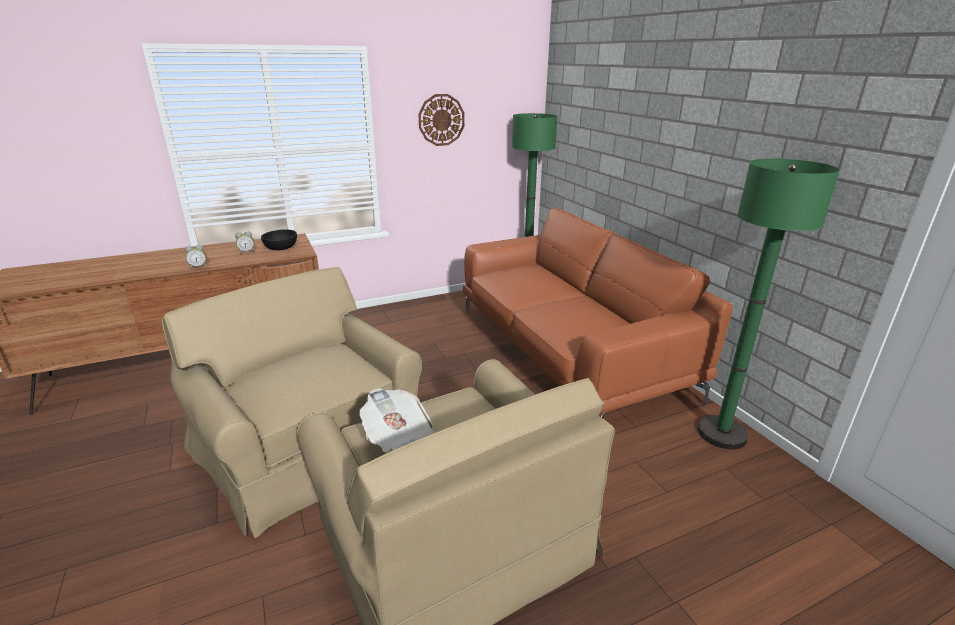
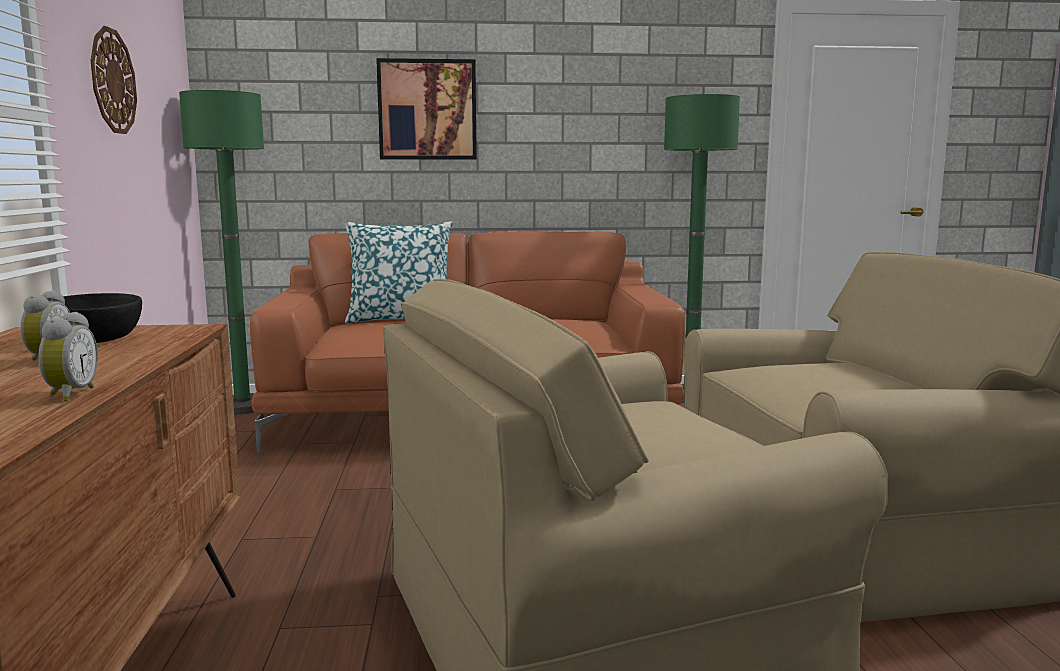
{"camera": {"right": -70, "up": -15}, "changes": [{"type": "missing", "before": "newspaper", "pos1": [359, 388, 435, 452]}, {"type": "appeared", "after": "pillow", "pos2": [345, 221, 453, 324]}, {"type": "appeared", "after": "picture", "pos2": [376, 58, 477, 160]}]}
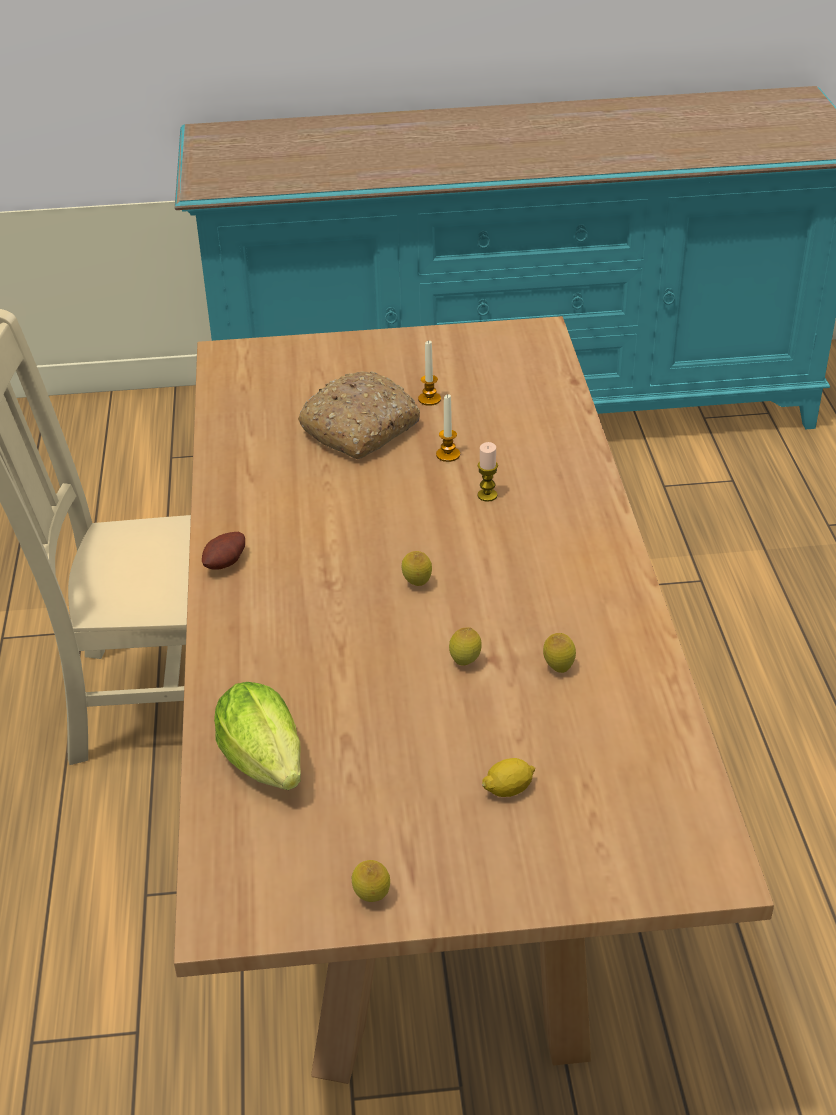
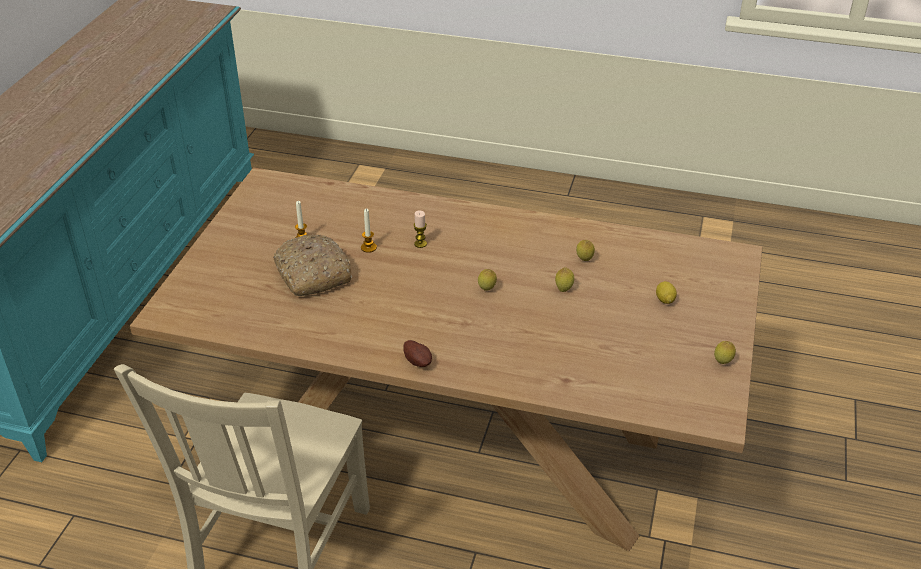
{"camera": {"right": -70, "up": 0}, "changes": [{"type": "missing", "before": "lettuce", "pos1": [214, 682, 301, 790]}]}
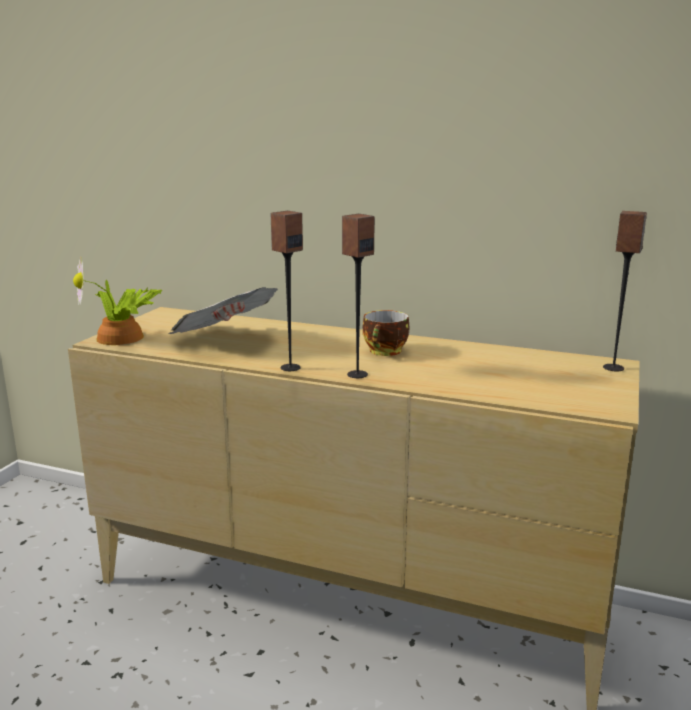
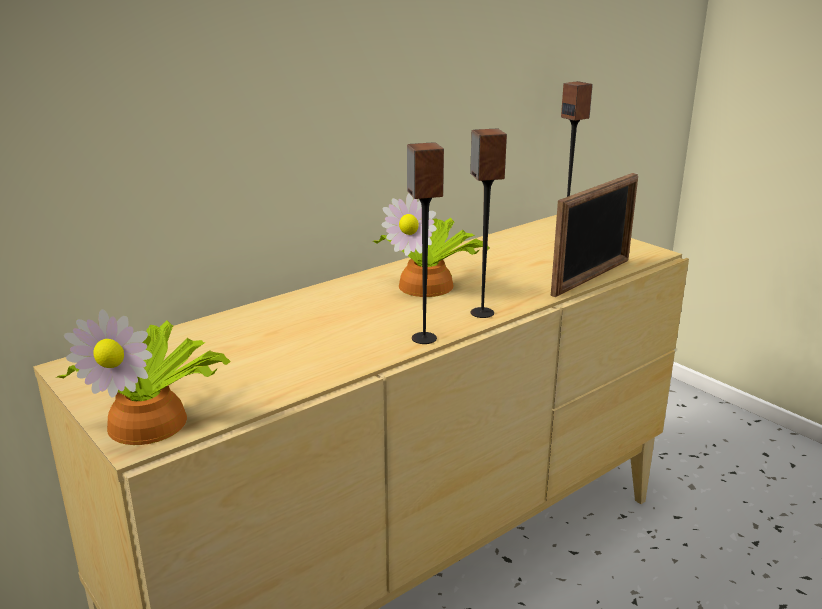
{"camera": {"right": -60, "up": 5}, "changes": [{"type": "missing", "before": "newspaper", "pos1": [169, 287, 278, 334]}, {"type": "appeared", "after": "picture frame", "pos2": [551, 173, 638, 297]}, {"type": "exchanged", "before": "cup", "after": "potted plant", "pos1": [363, 310, 410, 356], "pos2": [373, 193, 490, 297]}]}
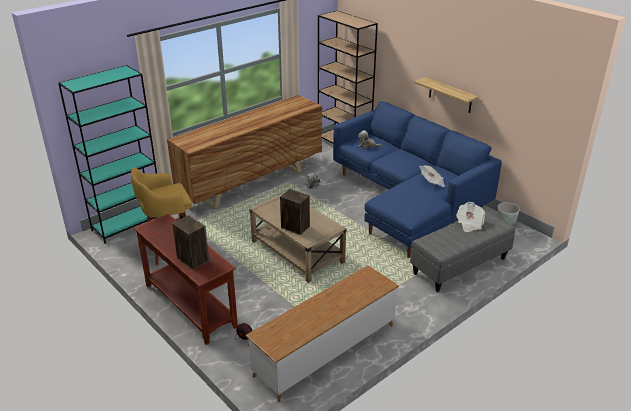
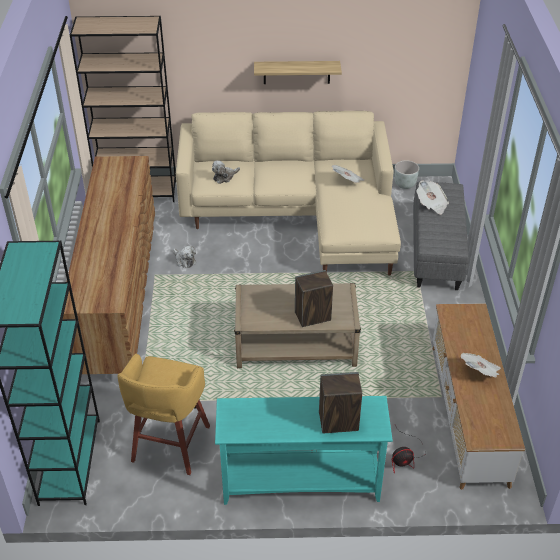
{"camera": {"right": -50, "up": 10}, "changes": [{"type": "appeared", "after": "newspaper", "pos2": [461, 353, 501, 378]}, {"type": "colour", "before": "brown console table", "after": "turquoise console table", "pos1": [134, 214, 238, 345], "pos2": [215, 396, 393, 505]}, {"type": "colour", "before": "blue sofa", "after": "beige sofa", "pos1": [333, 101, 502, 258], "pos2": [176, 111, 401, 276]}]}
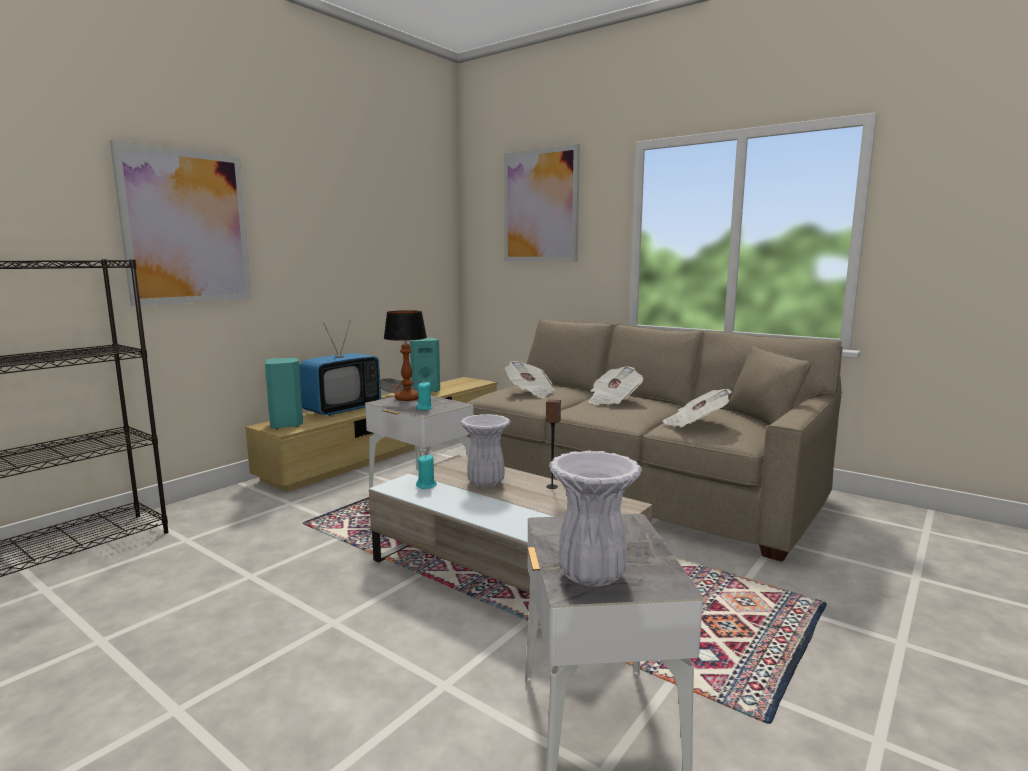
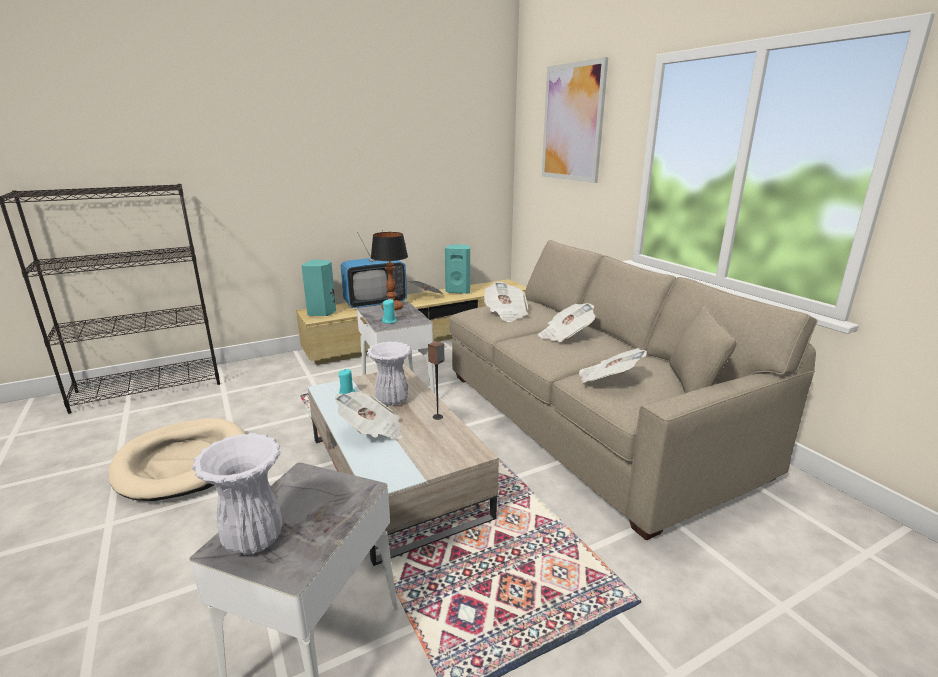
{"camera": {"right": 25, "up": 10}, "changes": [{"type": "missing", "before": "picture", "pos1": [110, 140, 252, 306]}, {"type": "appeared", "after": "beige dog bed", "pos2": [109, 418, 245, 501]}, {"type": "appeared", "after": "newspaper", "pos2": [335, 392, 402, 440]}]}
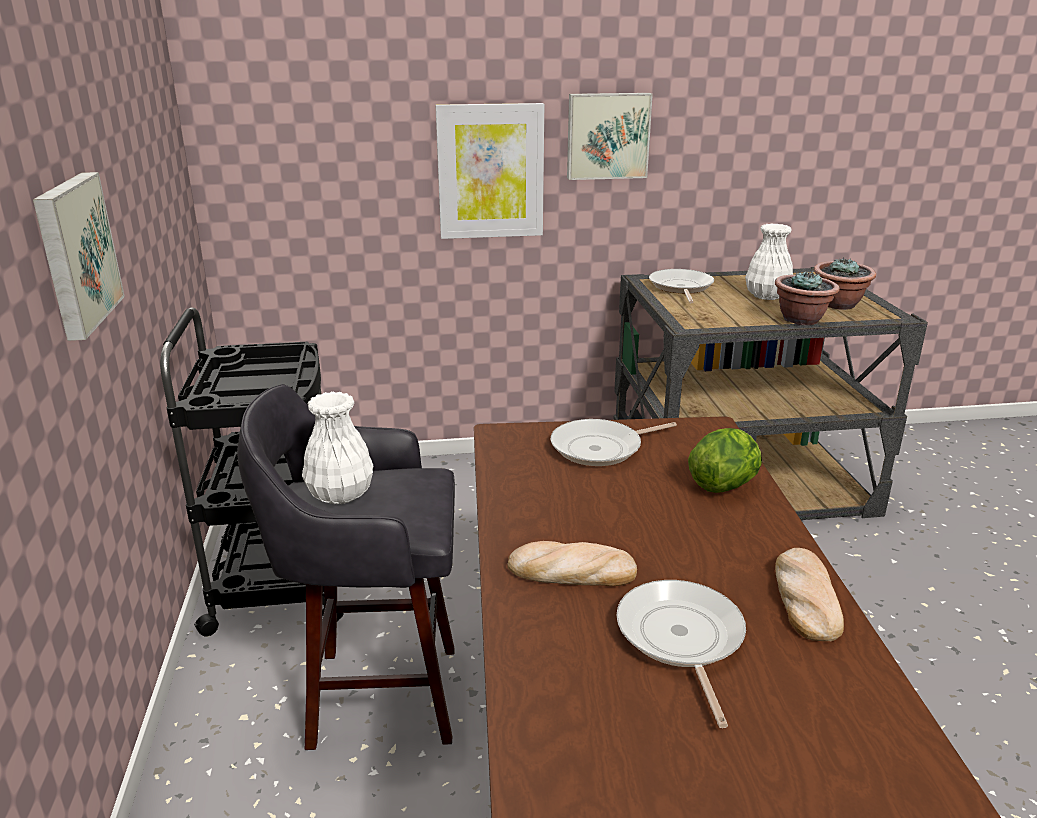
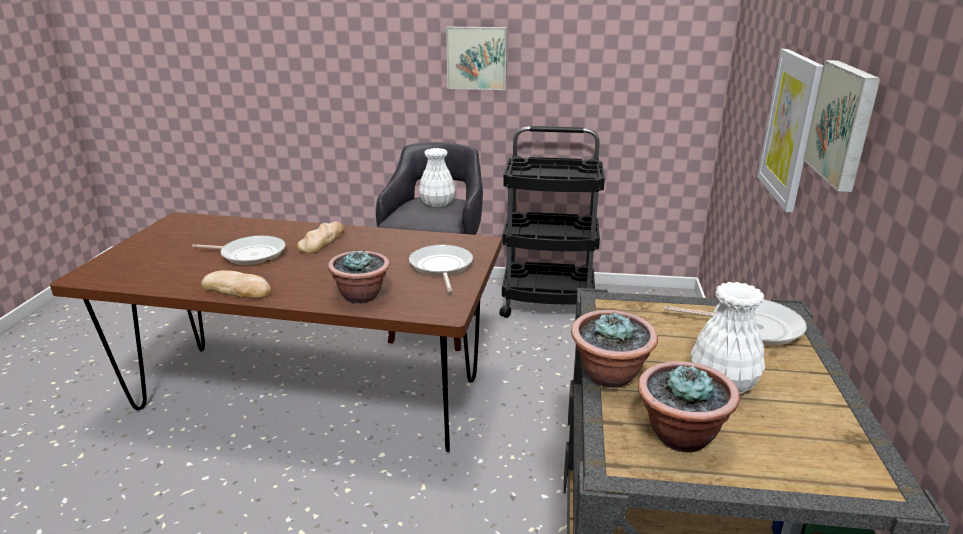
{"camera": {"right": 105, "up": 0}, "changes": [{"type": "exchanged", "before": "lettuce", "after": "potted plant", "pos1": [688, 428, 762, 493], "pos2": [328, 250, 390, 304]}]}
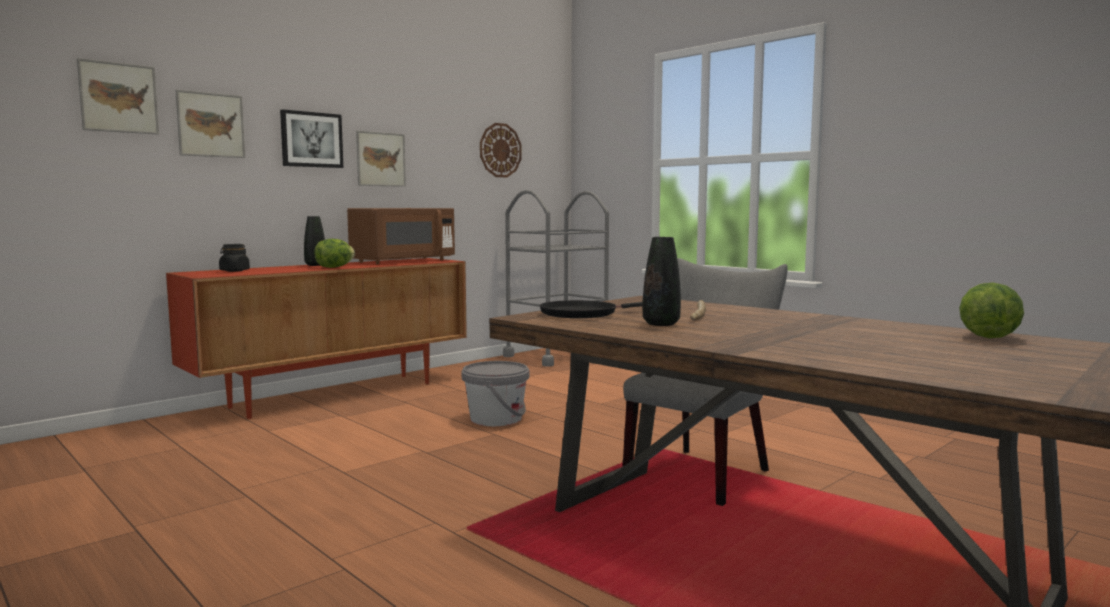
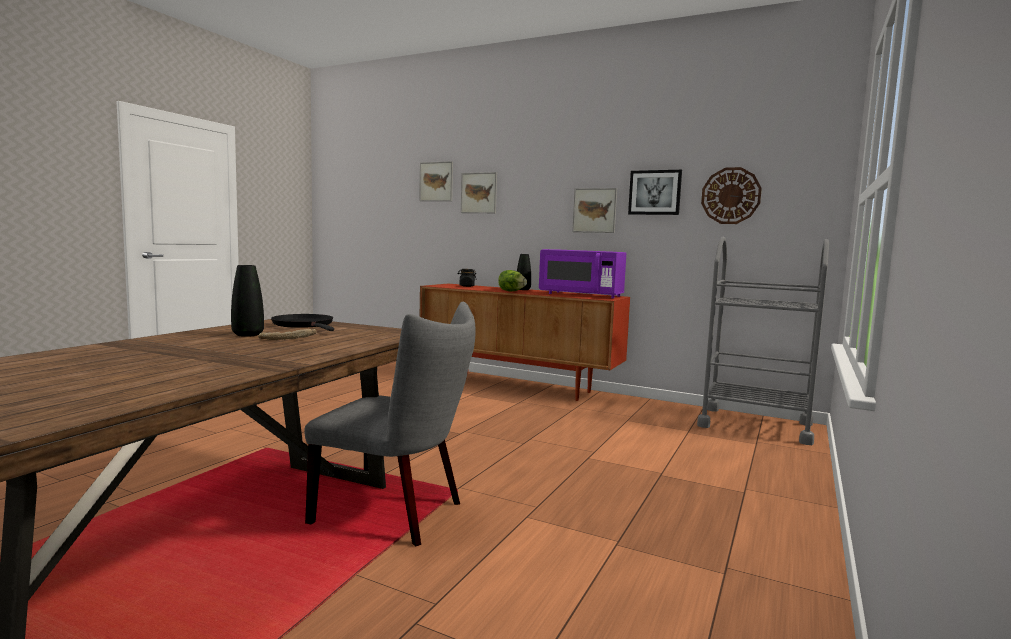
{"camera": {"right": 70, "up": 0}, "changes": [{"type": "missing", "before": "grey bucket", "pos1": [462, 361, 529, 426]}, {"type": "missing", "before": "lettuce", "pos1": [959, 282, 1024, 338]}, {"type": "relocated", "before": "picture", "pos1": [280, 109, 343, 168], "pos2": [628, 170, 682, 215]}, {"type": "colour", "before": "brown microwave", "after": "purple microwave", "pos1": [347, 208, 455, 264], "pos2": [539, 249, 626, 298]}]}
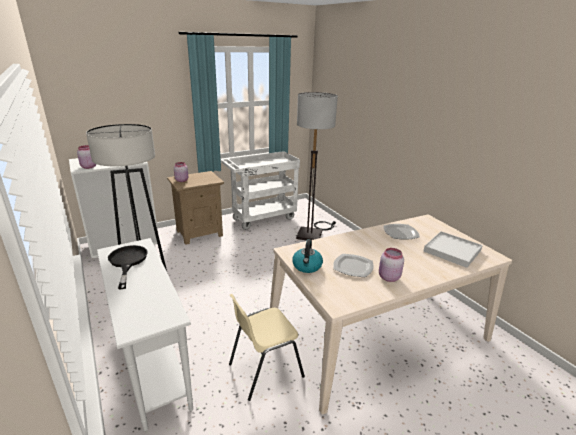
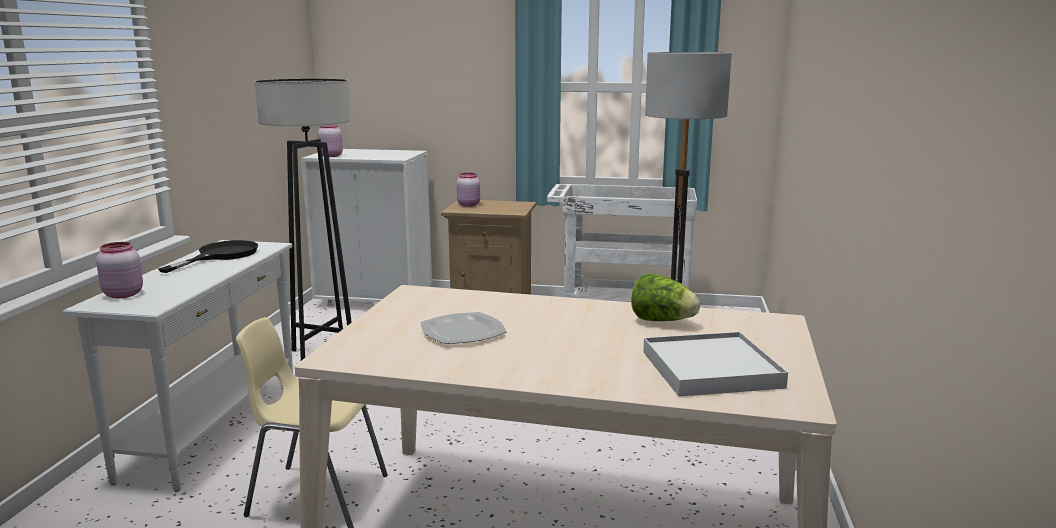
{"camera": {"right": 40, "up": -10}, "changes": [{"type": "missing", "before": "kettle", "pos1": [292, 239, 323, 273]}, {"type": "relocated", "before": "pink jar", "pos1": [379, 248, 404, 282], "pos2": [96, 242, 143, 298]}, {"type": "exchanged", "before": "plate", "after": "lettuce", "pos1": [384, 224, 420, 240], "pos2": [631, 274, 700, 321]}]}
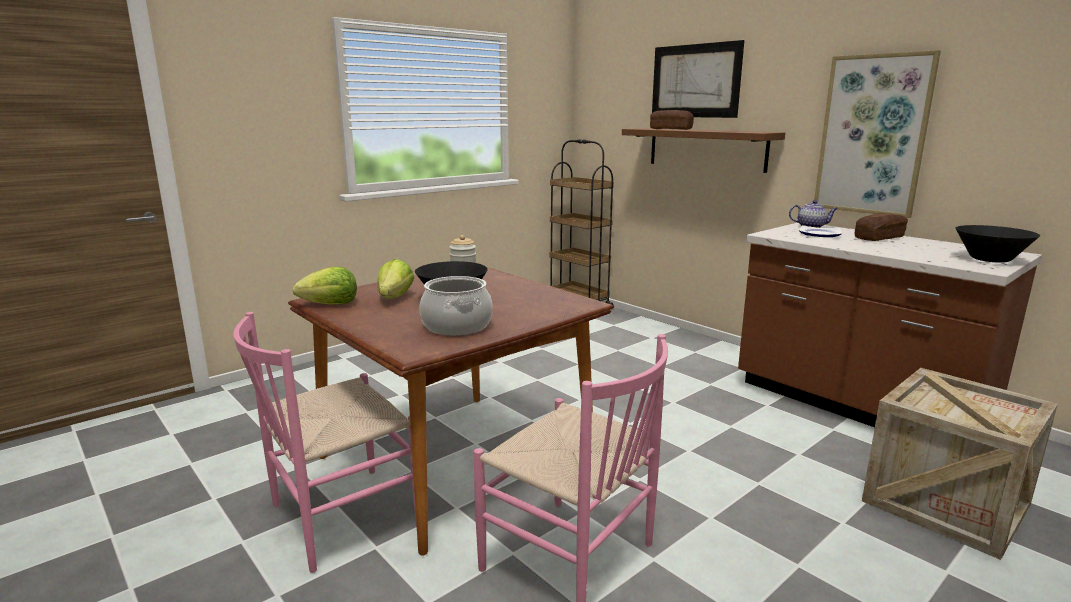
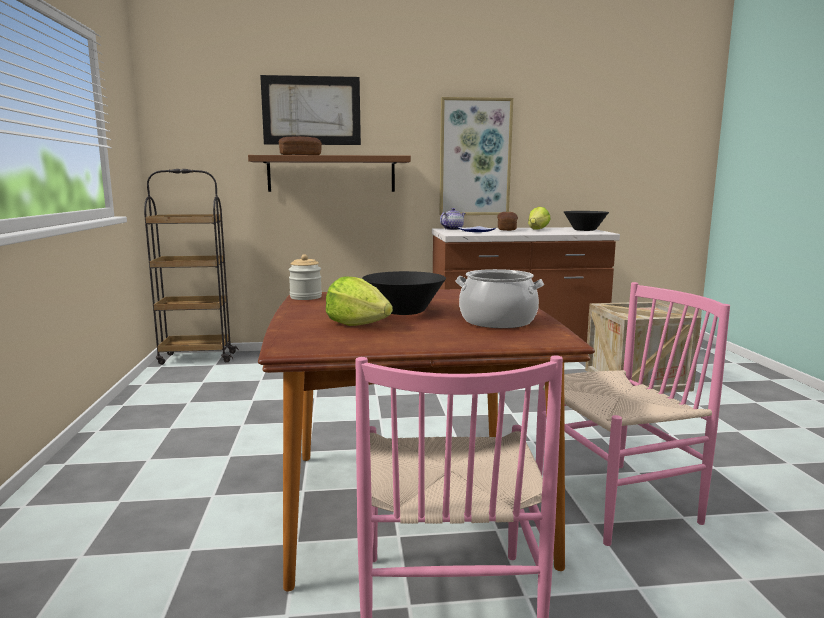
{"camera": {"right": -55, "up": -5}, "changes": [{"type": "relocated", "before": "lettuce", "pos1": [293, 267, 357, 305], "pos2": [528, 207, 551, 230]}]}
